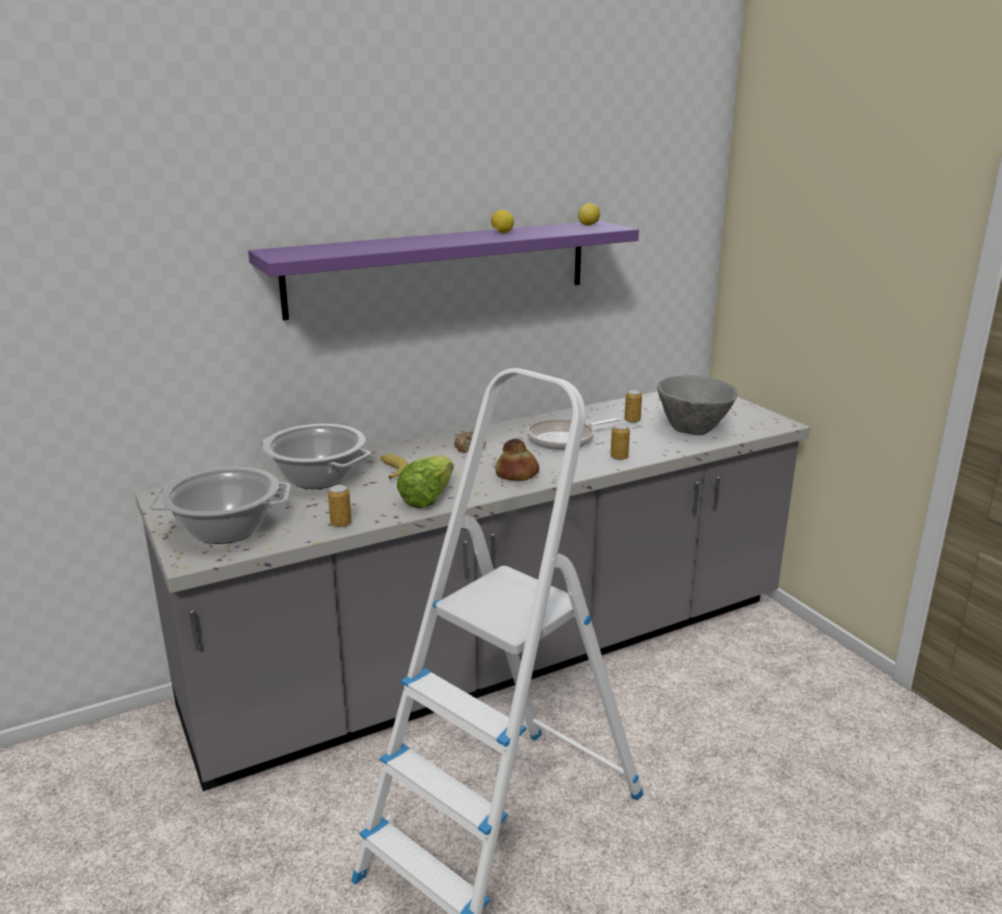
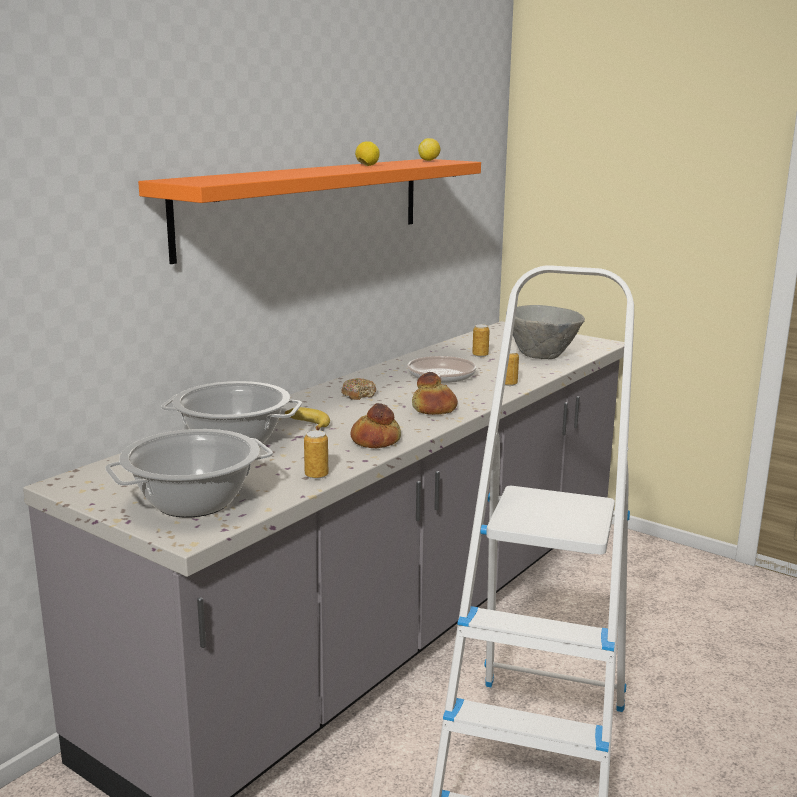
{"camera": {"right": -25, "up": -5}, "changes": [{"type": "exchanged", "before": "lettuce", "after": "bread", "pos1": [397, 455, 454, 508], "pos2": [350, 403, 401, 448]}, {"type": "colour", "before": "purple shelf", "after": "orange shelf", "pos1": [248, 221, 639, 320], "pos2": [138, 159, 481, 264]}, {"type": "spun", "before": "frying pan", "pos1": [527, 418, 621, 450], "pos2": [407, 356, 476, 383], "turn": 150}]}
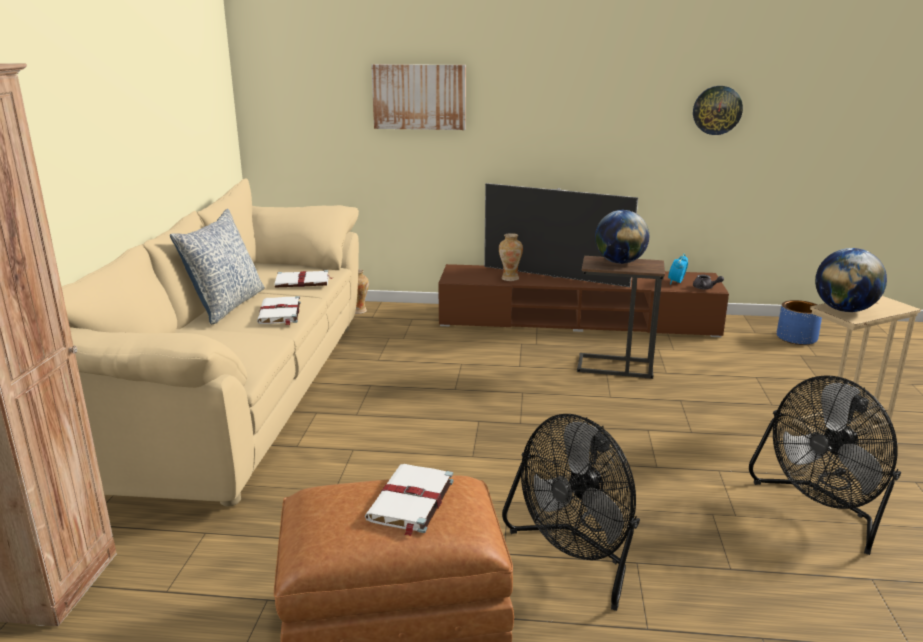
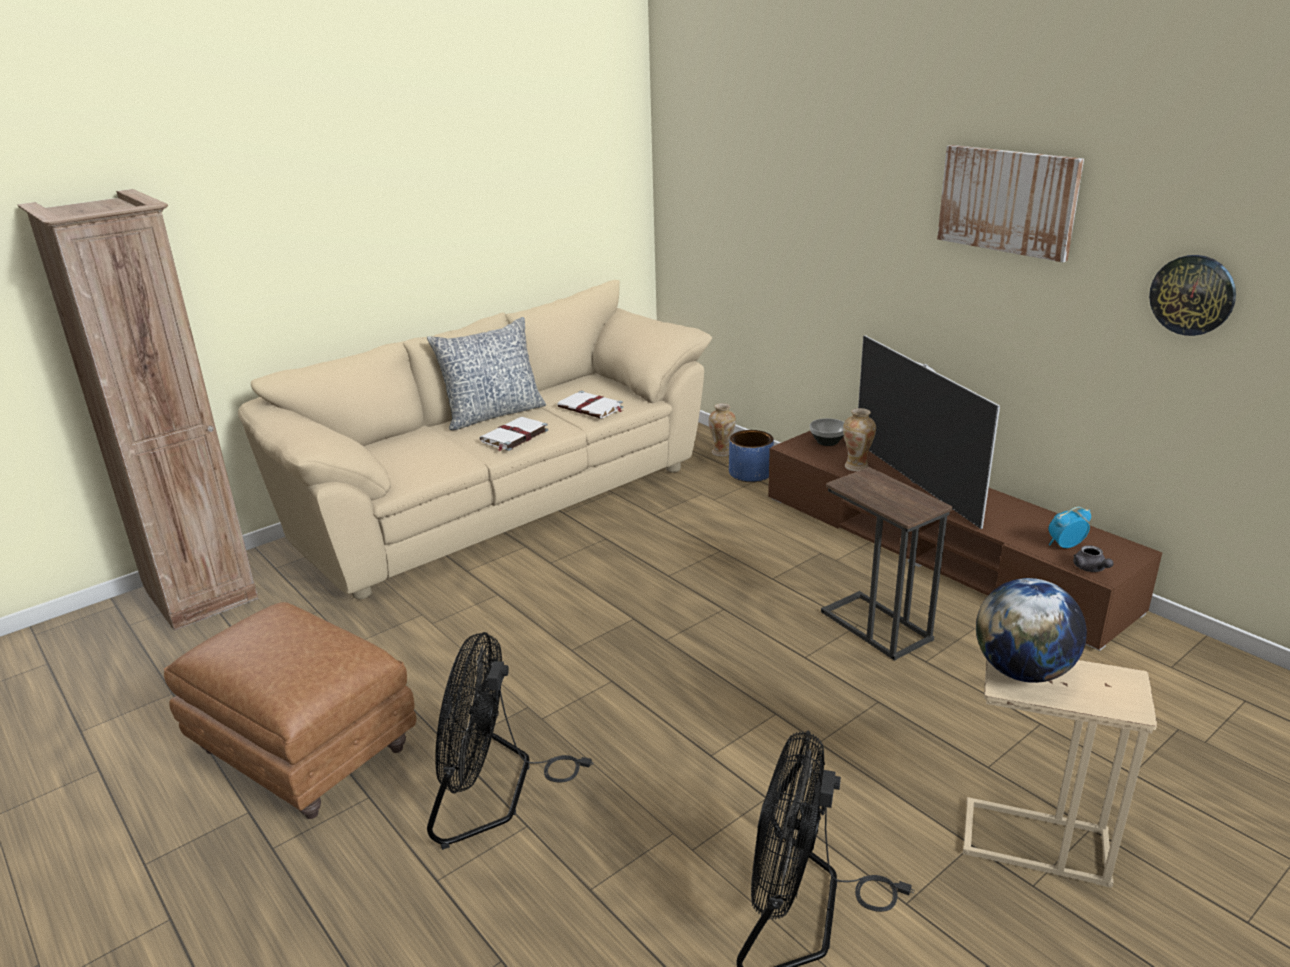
{"camera": {"right": 45, "up": 5}, "changes": [{"type": "missing", "before": "white book", "pos1": [365, 464, 454, 537]}, {"type": "missing", "before": "globe", "pos1": [595, 210, 649, 264]}, {"type": "appeared", "after": "bowl", "pos2": [810, 418, 844, 446]}, {"type": "relocated", "before": "picture", "pos1": [371, 64, 466, 130], "pos2": [937, 145, 1084, 262]}, {"type": "relocated", "before": "blue planter", "pos1": [777, 300, 822, 345], "pos2": [729, 430, 774, 482]}]}
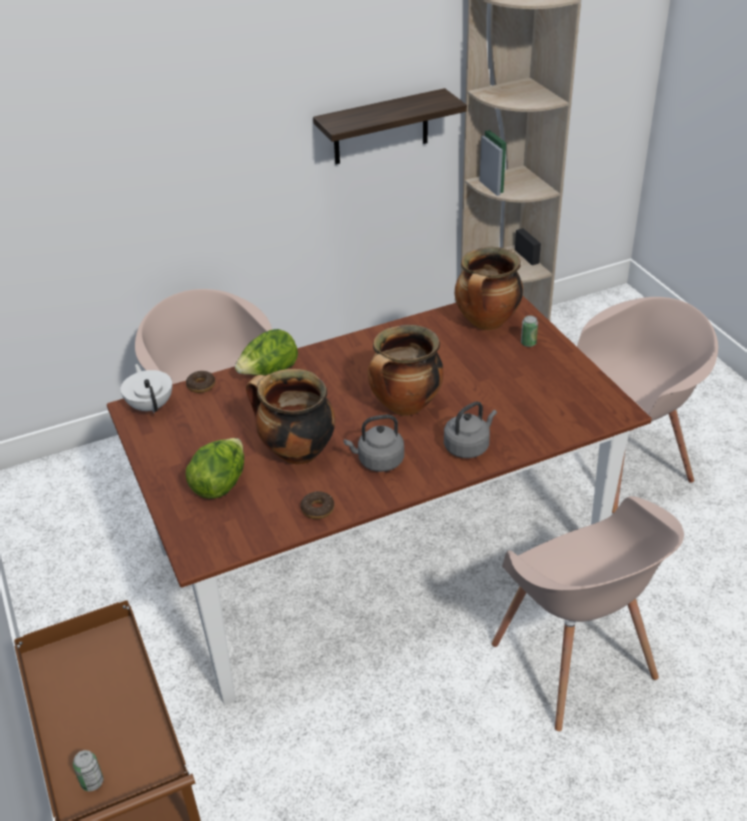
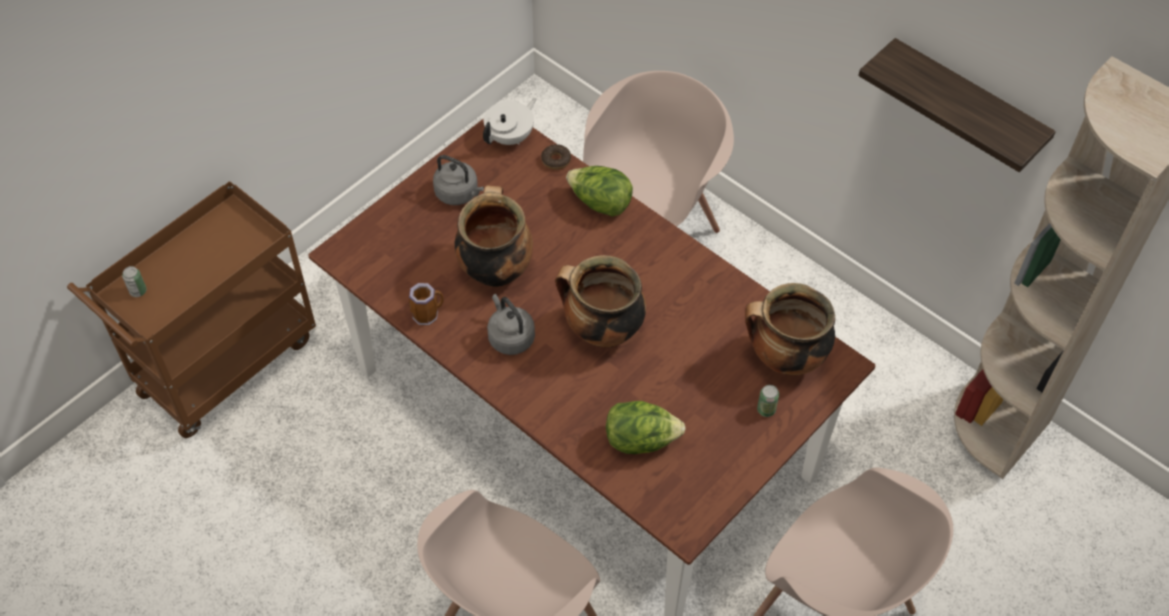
{"camera": {"right": 65, "up": 15}, "changes": [{"type": "relocated", "before": "lettuce", "pos1": [186, 438, 244, 499], "pos2": [606, 401, 686, 454]}, {"type": "relocated", "before": "grey kettle", "pos1": [444, 401, 497, 458], "pos2": [433, 155, 484, 205]}, {"type": "exchanged", "before": "donut", "after": "mug", "pos1": [301, 491, 334, 519], "pos2": [409, 283, 443, 325]}]}
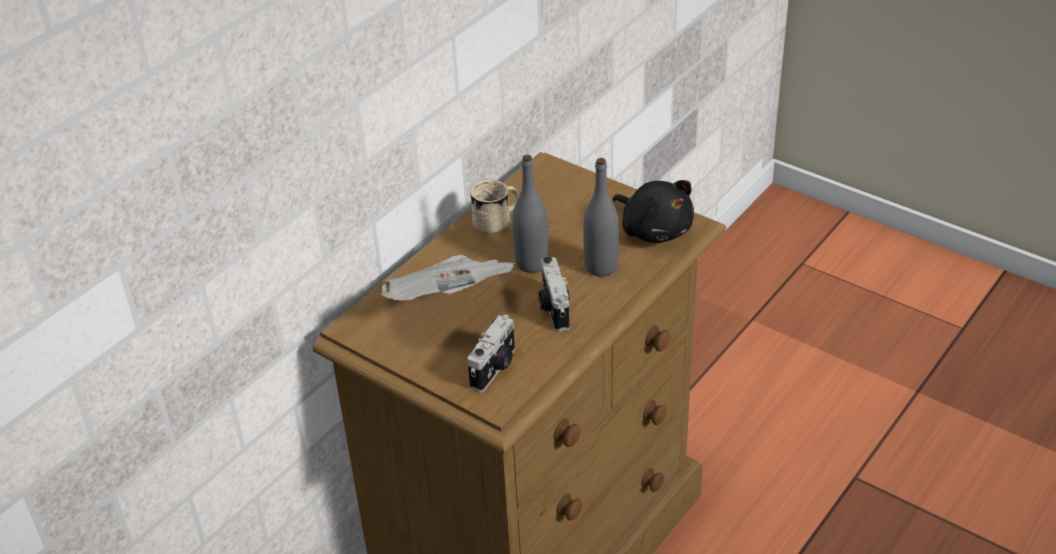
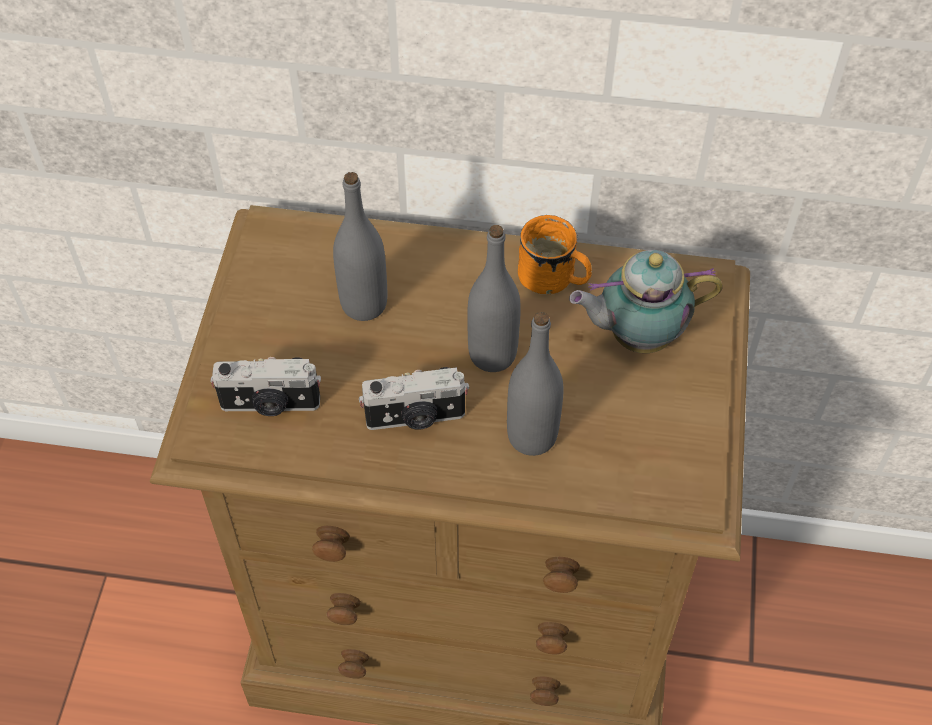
{"camera": {"right": 60, "up": 15}, "changes": [{"type": "missing", "before": "black plush toy", "pos1": [613, 180, 694, 243]}, {"type": "appeared", "after": "teapot", "pos2": [569, 250, 723, 353]}, {"type": "exchanged", "before": "newspaper", "after": "grey bottle", "pos1": [382, 255, 515, 300], "pos2": [333, 172, 387, 321]}, {"type": "colour", "before": "beige mug", "after": "orange mug", "pos1": [470, 180, 518, 234], "pos2": [518, 215, 592, 294]}, {"type": "spun", "before": "photo camera", "pos1": [538, 257, 570, 332], "pos2": [359, 367, 469, 430], "turn": -150}]}
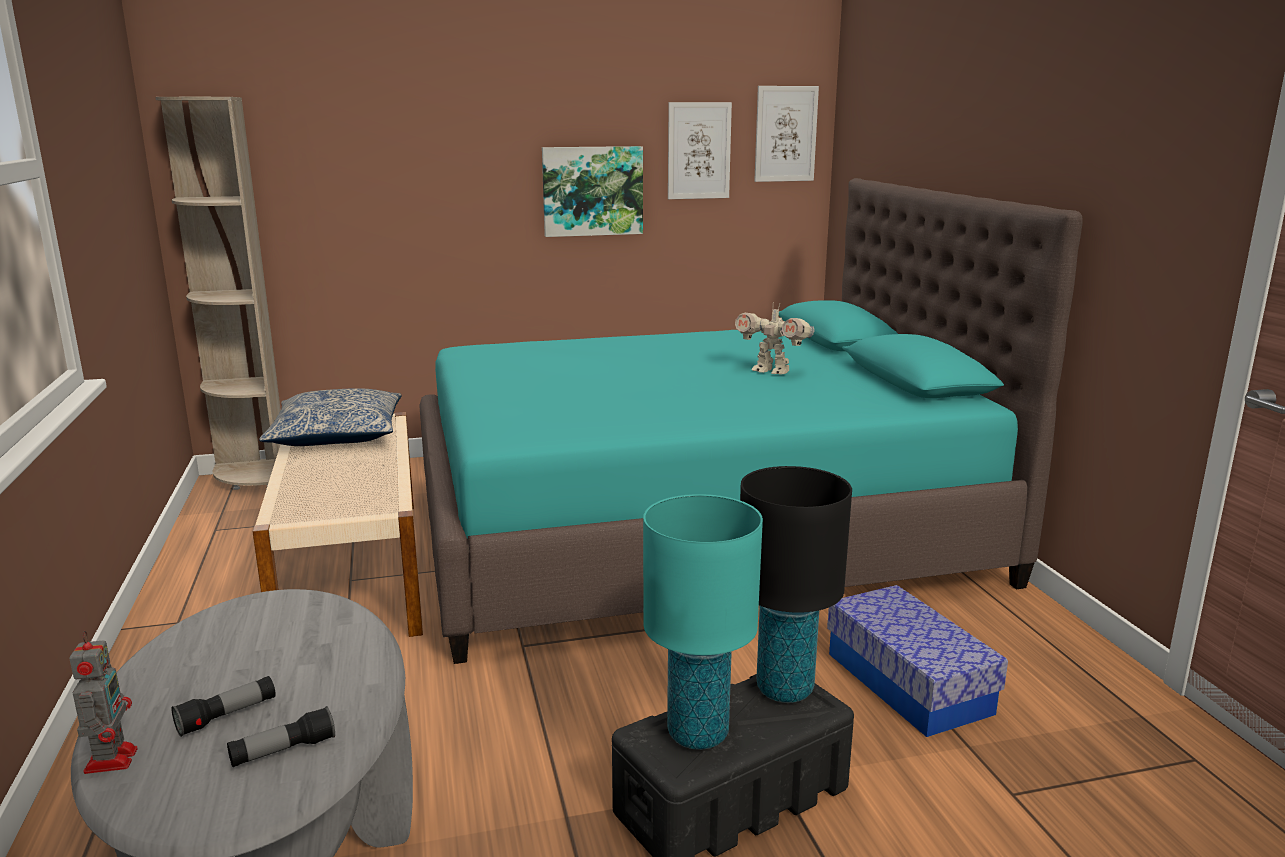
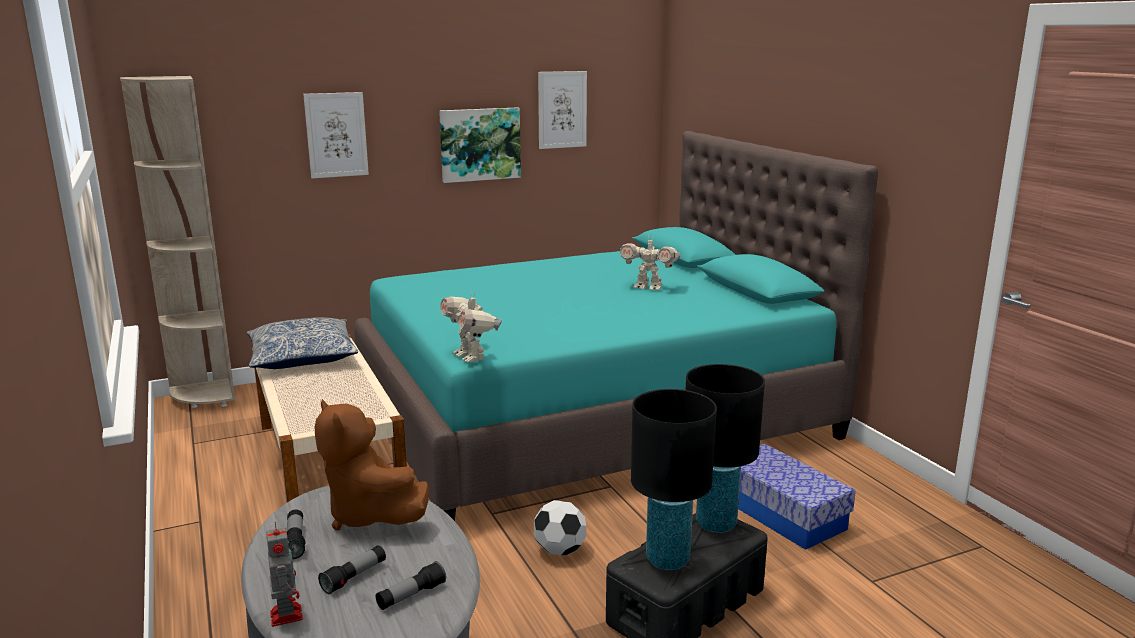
{"camera": {"right": -10, "up": 0}, "changes": [{"type": "appeared", "after": "flashlight", "pos2": [287, 509, 305, 559]}, {"type": "appeared", "after": "brown plush toy", "pos2": [315, 399, 429, 531]}, {"type": "appeared", "after": "toy robot", "pos2": [440, 292, 502, 362]}, {"type": "appeared", "after": "football", "pos2": [534, 500, 586, 555]}, {"type": "relocated", "before": "picture", "pos1": [754, 86, 819, 182], "pos2": [303, 92, 369, 179]}, {"type": "colour", "before": "turquoise table lamp", "after": "black table lamp", "pos1": [643, 494, 763, 750], "pos2": [631, 389, 717, 570]}]}
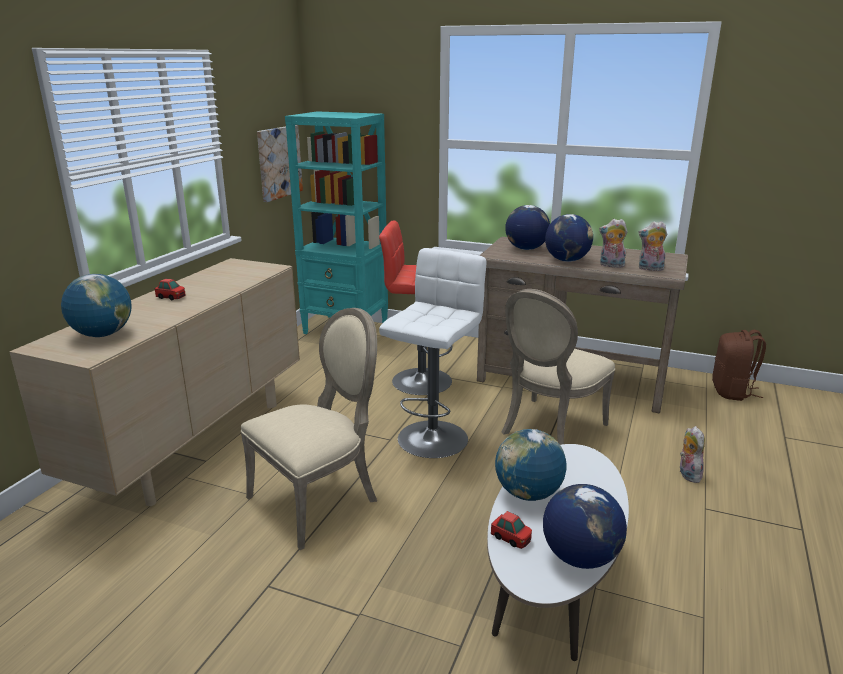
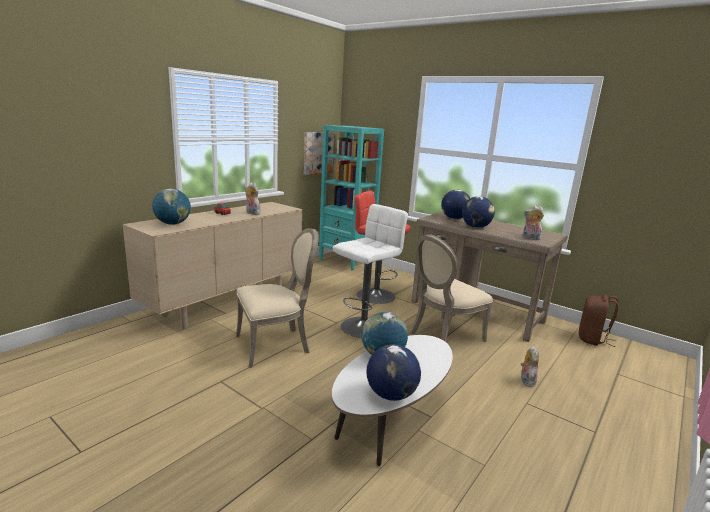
{"camera": {"right": 15, "up": -5}, "changes": [{"type": "missing", "before": "toy car", "pos1": [491, 511, 532, 549]}, {"type": "relocated", "before": "plush toy", "pos1": [599, 219, 628, 268], "pos2": [245, 183, 260, 215]}]}
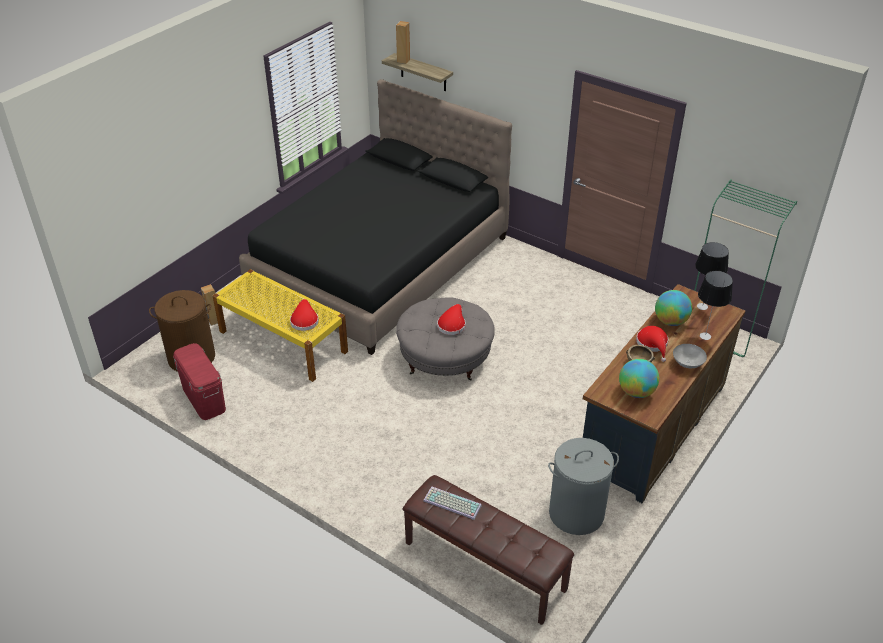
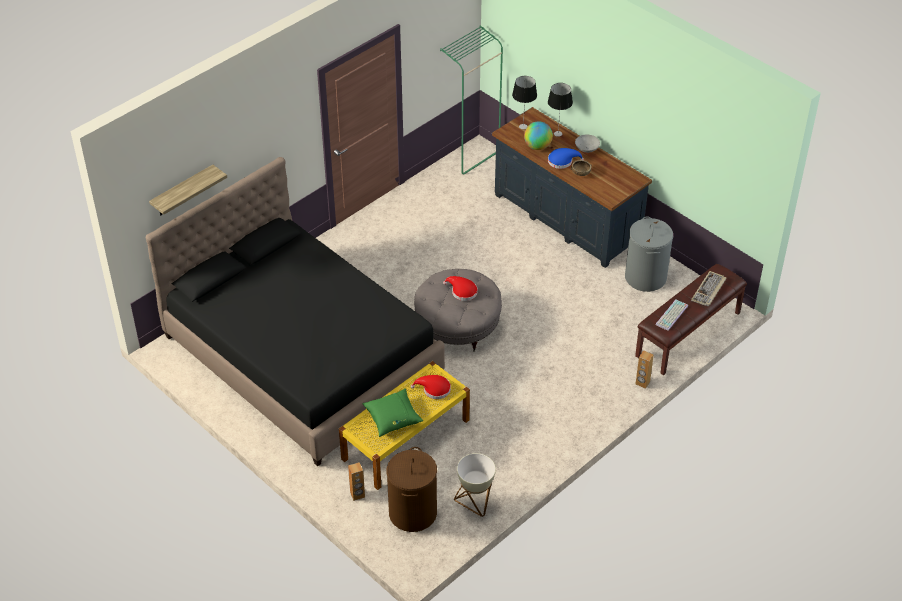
{"camera": {"right": -80, "up": 5}, "changes": [{"type": "missing", "before": "globe", "pos1": [619, 359, 659, 398]}, {"type": "appeared", "after": "green pillow", "pos2": [363, 388, 423, 437]}, {"type": "appeared", "after": "keyboard", "pos2": [691, 271, 727, 306]}, {"type": "relocated", "before": "brown speaker", "pos1": [396, 21, 410, 64], "pos2": [635, 350, 654, 389]}, {"type": "exchanged", "before": "red storage box", "after": "planter", "pos1": [173, 343, 226, 420], "pos2": [454, 453, 496, 517]}, {"type": "colour", "before": "red hat", "after": "blue hat", "pos1": [636, 326, 668, 362], "pos2": [548, 148, 584, 169]}]}
